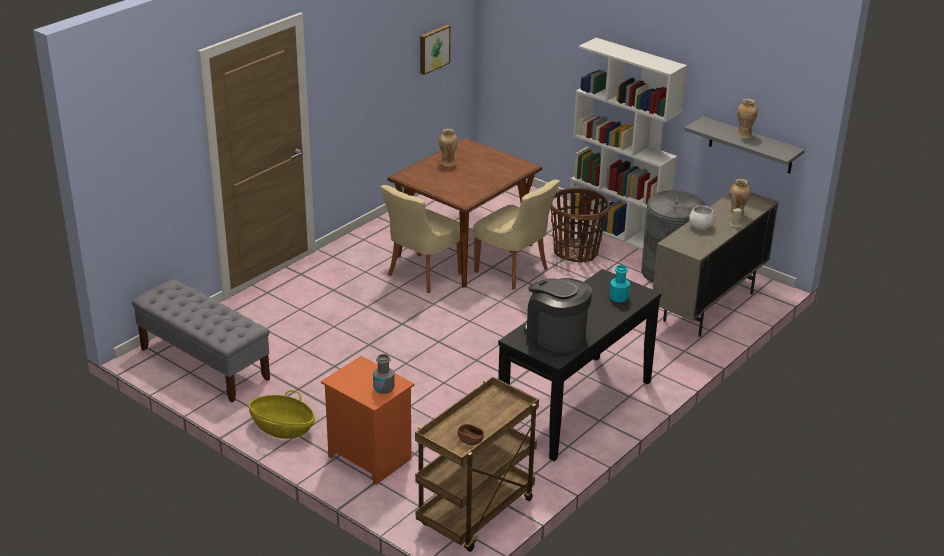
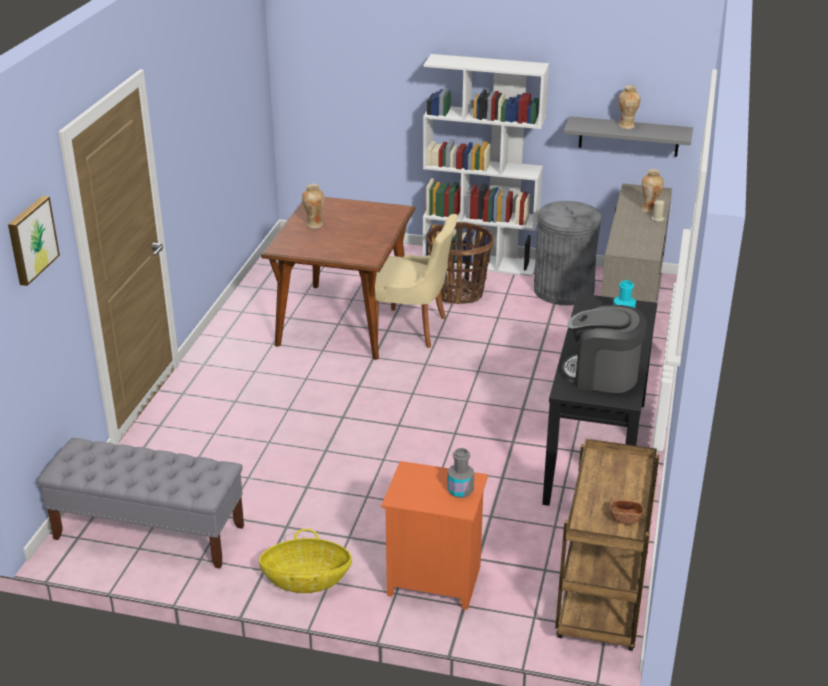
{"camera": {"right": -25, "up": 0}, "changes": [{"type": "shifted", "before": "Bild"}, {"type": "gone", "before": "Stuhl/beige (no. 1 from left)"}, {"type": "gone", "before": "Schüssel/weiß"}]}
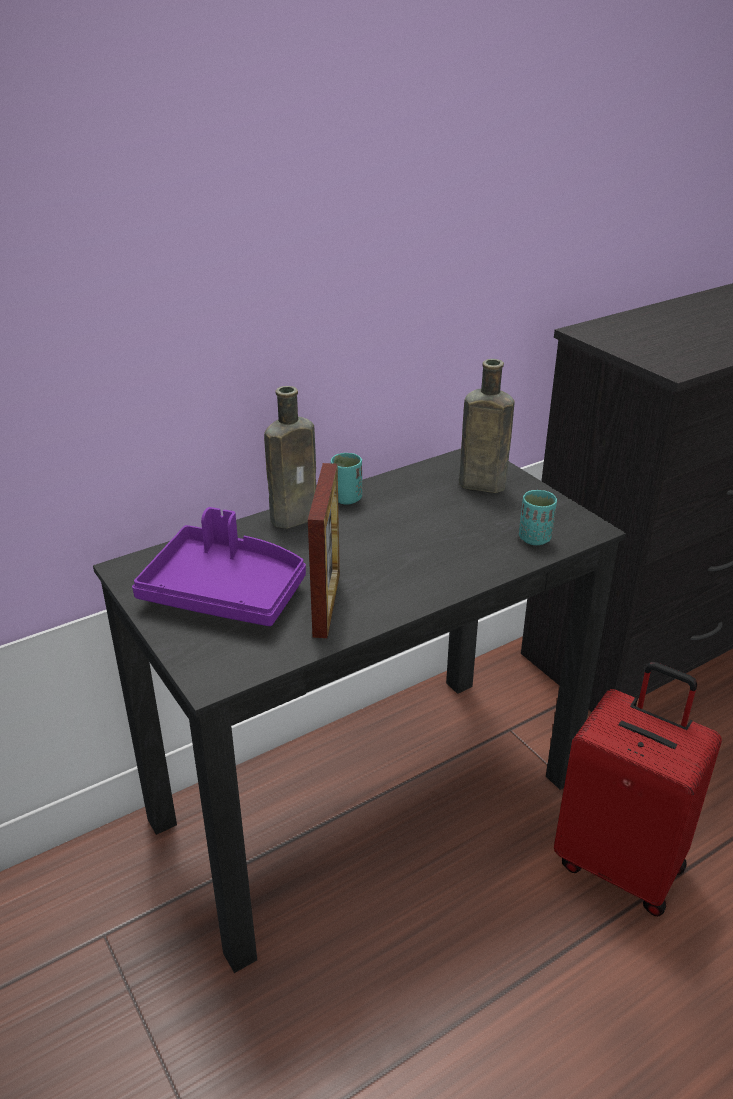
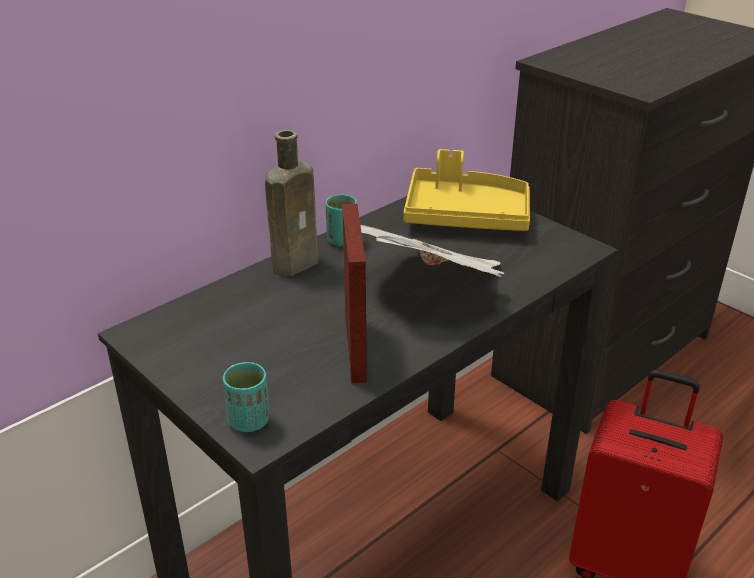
{"camera": {"right": -10, "up": 0}, "changes": [{"type": "shifted", "before": "Tasse/türkis (no. 2 from left in the first image)", "after": "Tasse/türkis (no. 1 from left)"}, {"type": "new", "after": "Zeitung"}, {"type": "swapped", "before": "Flasche/braun (no. 2 from left)", "after": "Tablett/gelb"}, {"type": "gone", "before": "Tablett/lila"}]}
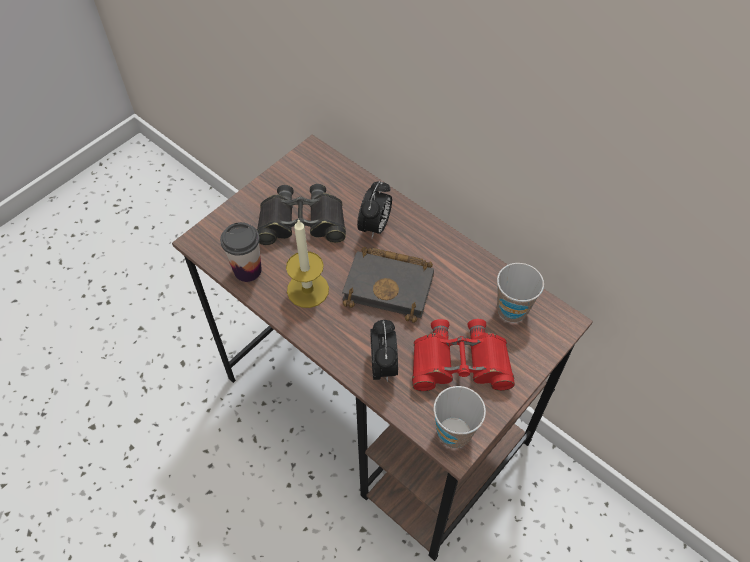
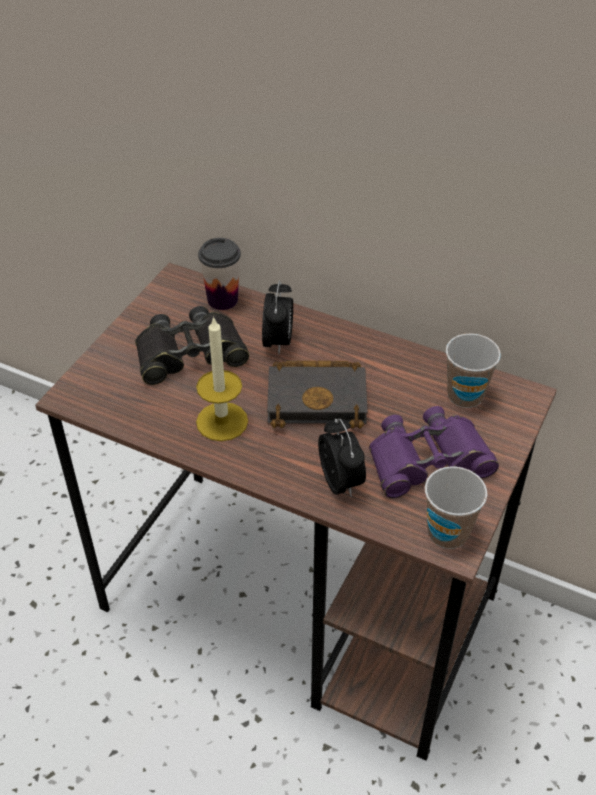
{"camera": {"right": -15, "up": -10}, "changes": [{"type": "shifted", "before": "Tasse (no. 1 from left)"}, {"type": "repainted", "before": "Fernglas/rot", "after": "Fernglas/lila"}]}
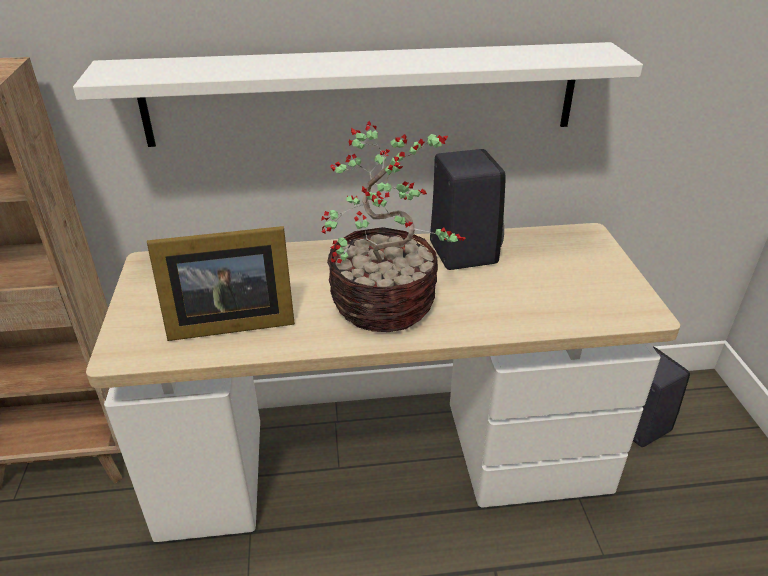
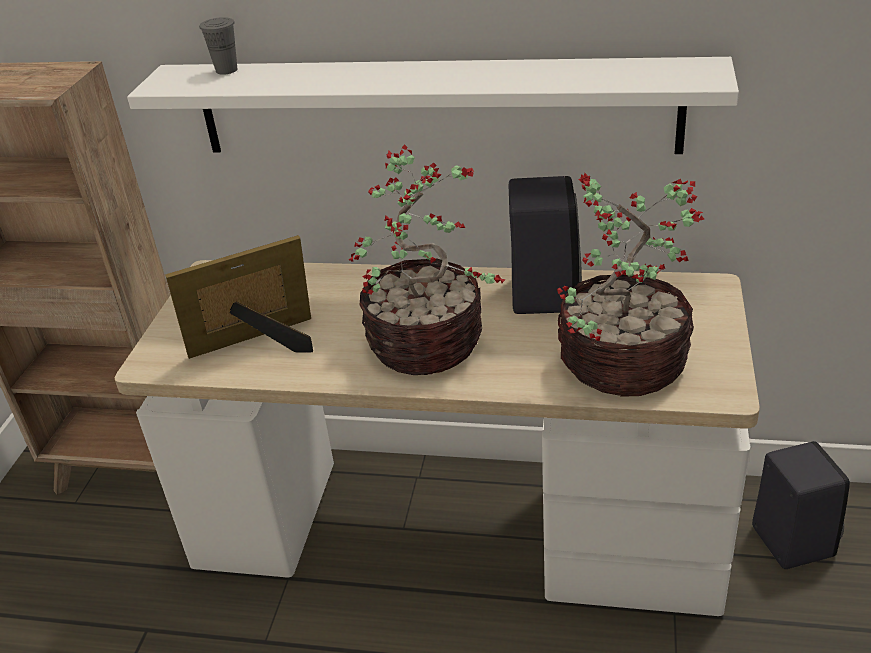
{"camera": {"right": 20, "up": 0}, "changes": [{"type": "rotated", "before": "Bilderrahmen", "turn": 150}, {"type": "new", "after": "Tasse/grau"}, {"type": "new", "after": "Topfpflanze (no. 2 from left)"}]}
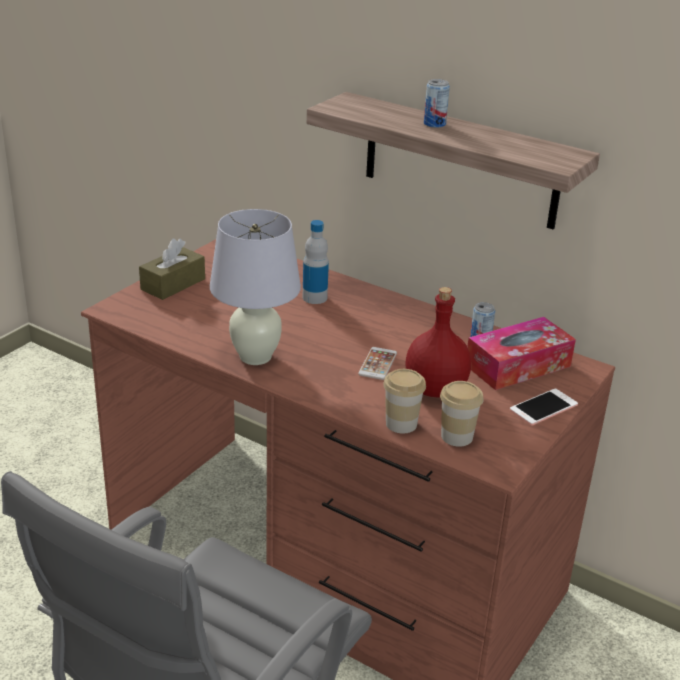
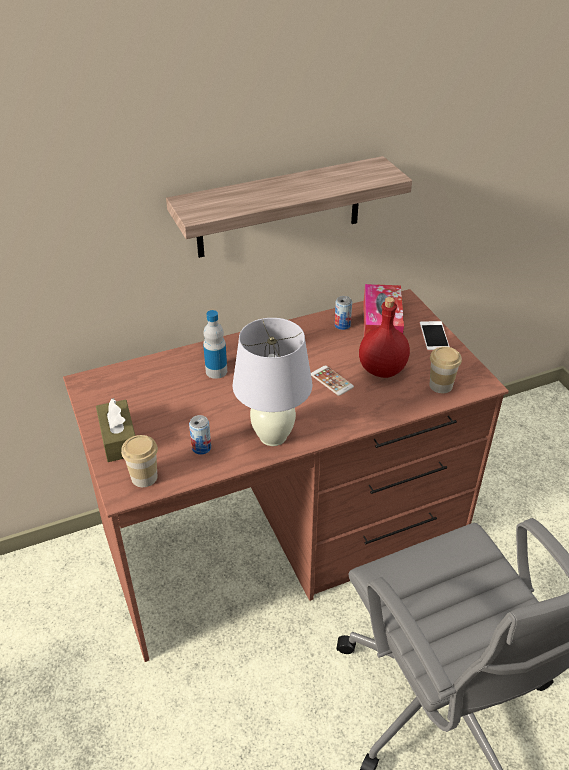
{"camera": {"right": -55, "up": 10}, "changes": [{"type": "shifted", "before": "Tasse (no. 1 from left)"}, {"type": "shifted", "before": "Dose (no. 1 from left)"}]}
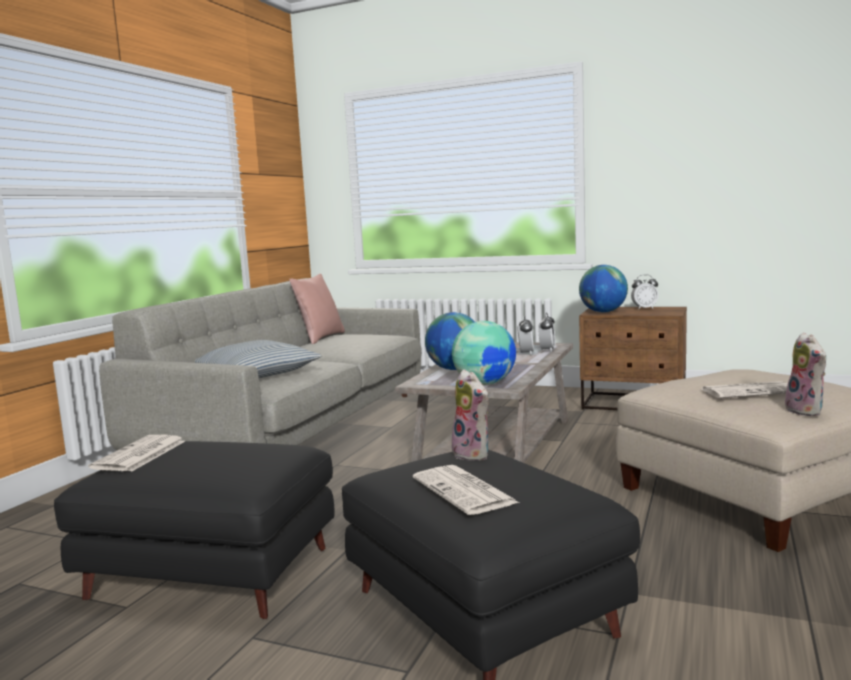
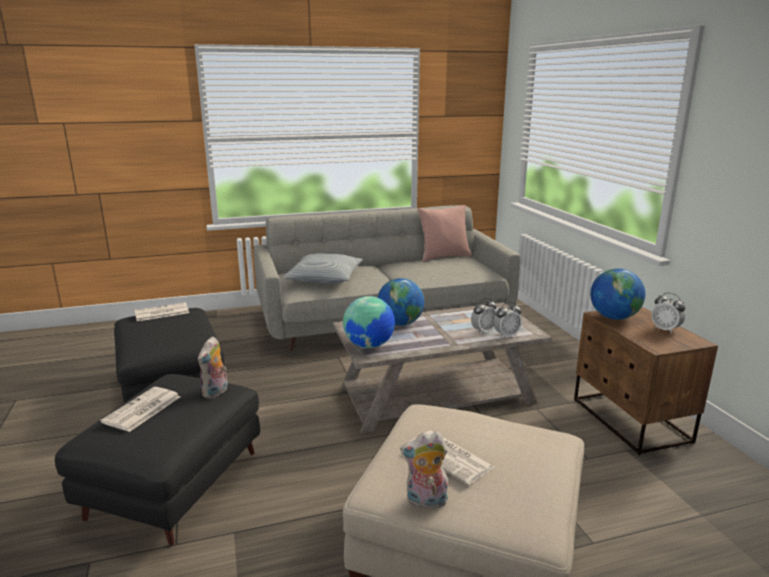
{"camera": {"right": 50, "up": 10}, "changes": [{"type": "rotated", "before": "Plüschtier (no. 2 from left)", "turn": 45}]}
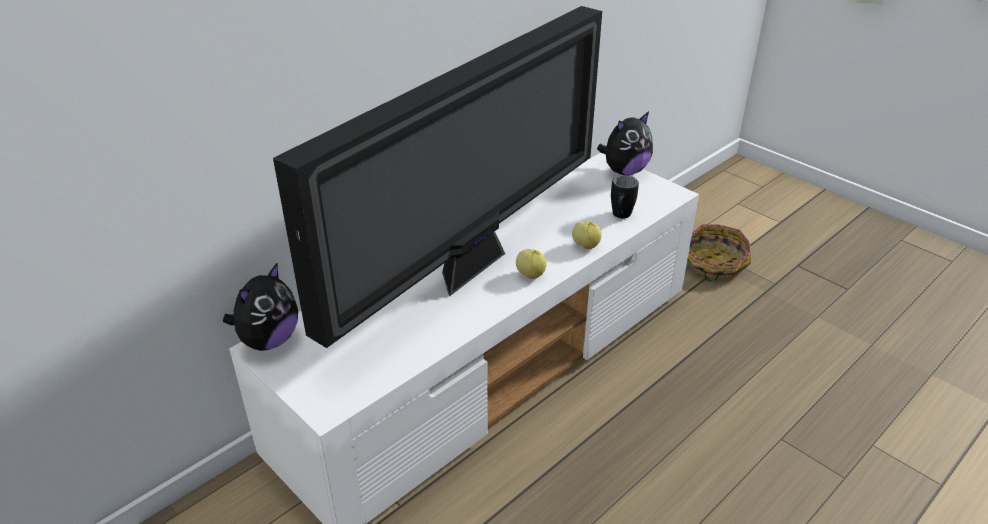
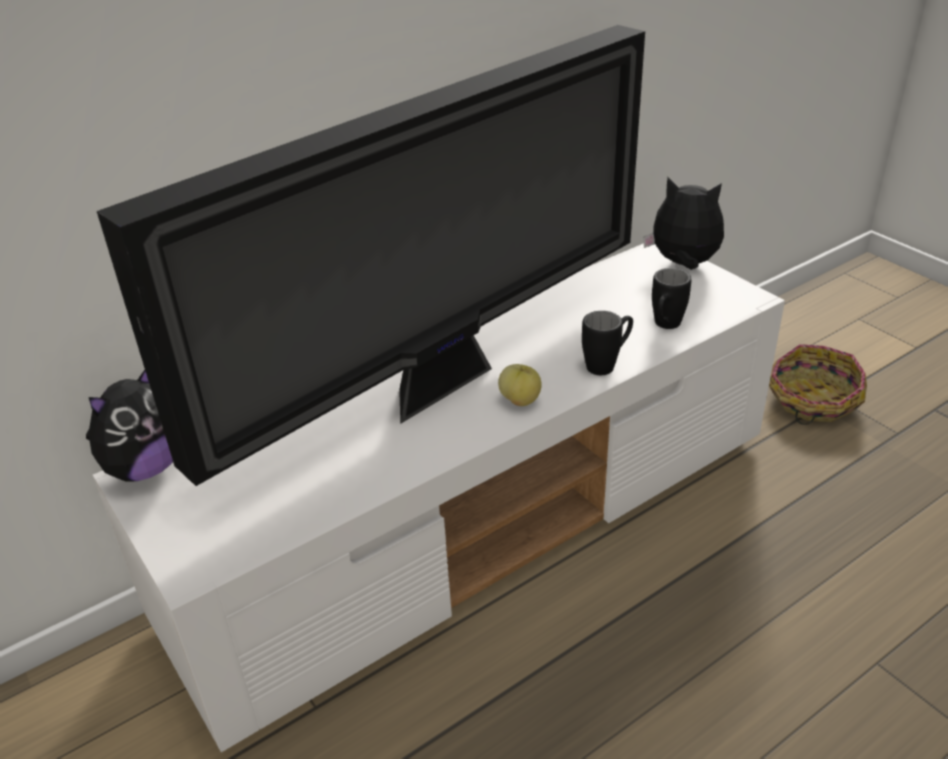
{"camera": {"right": 10, "up": 0}, "changes": [{"type": "swapped", "before": "Apfel (no. 2 from left)", "after": "Henkelbecher/schwarz (no. 1 from left)"}, {"type": "rotated", "before": "Plüschtier (no. 2 from left)", "turn": -135}]}
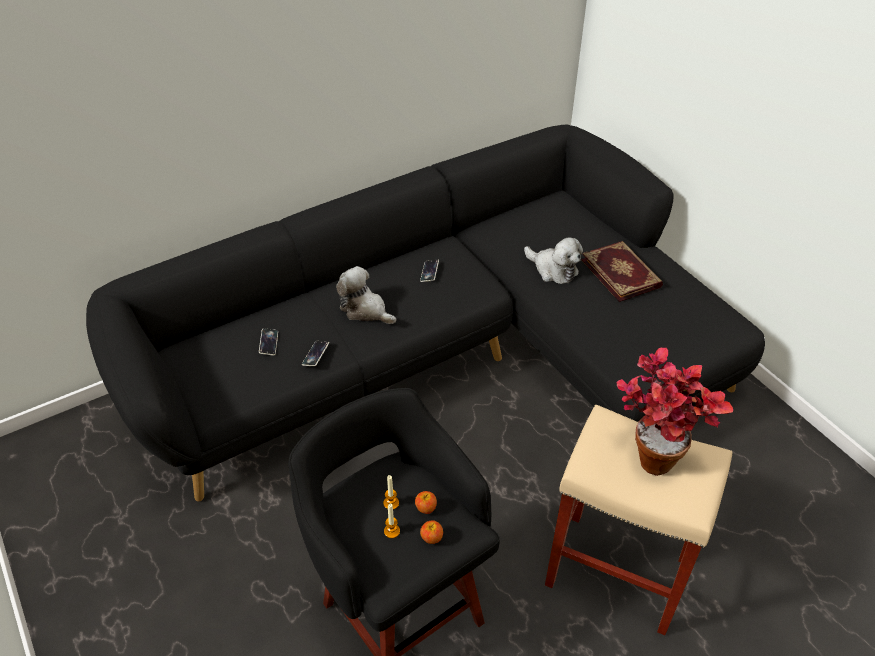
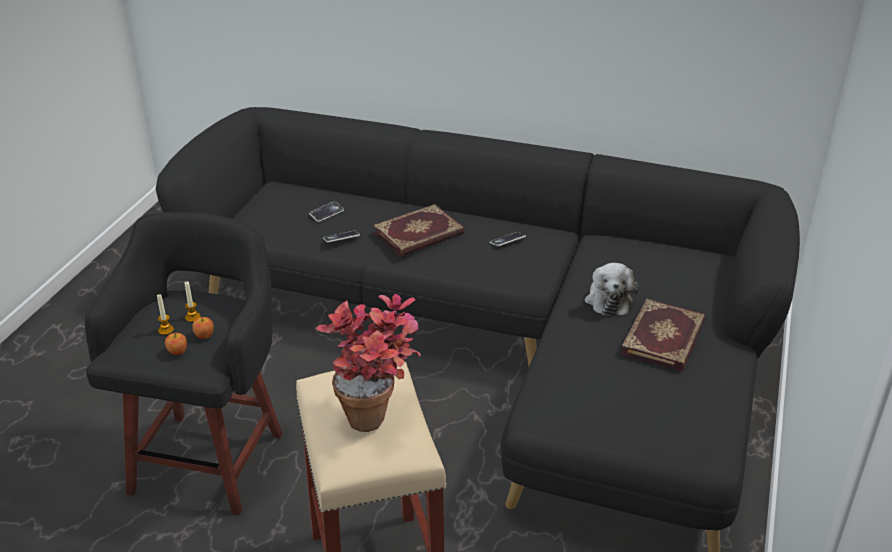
{"camera": {"right": 50, "up": -10}, "changes": [{"type": "swapped", "before": "Plüschtier (no. 1 from left)", "after": "Buch (no. 1 from left)"}]}
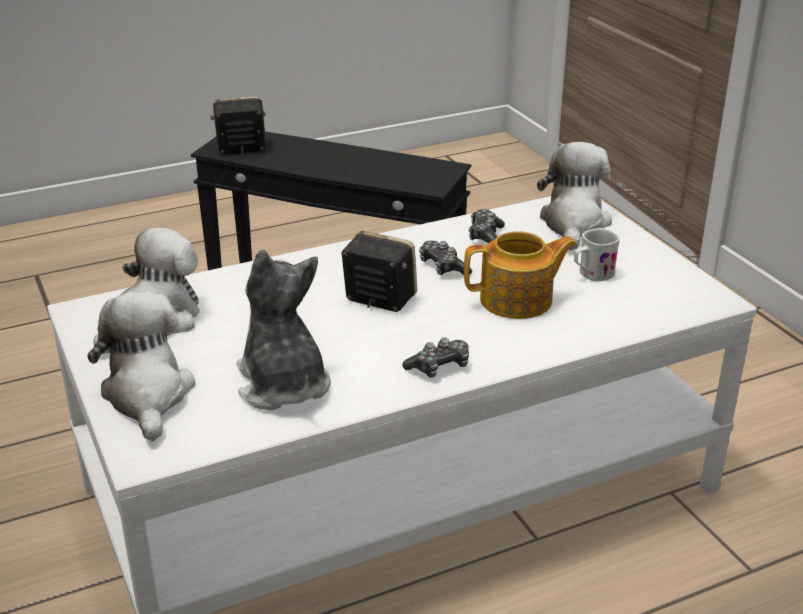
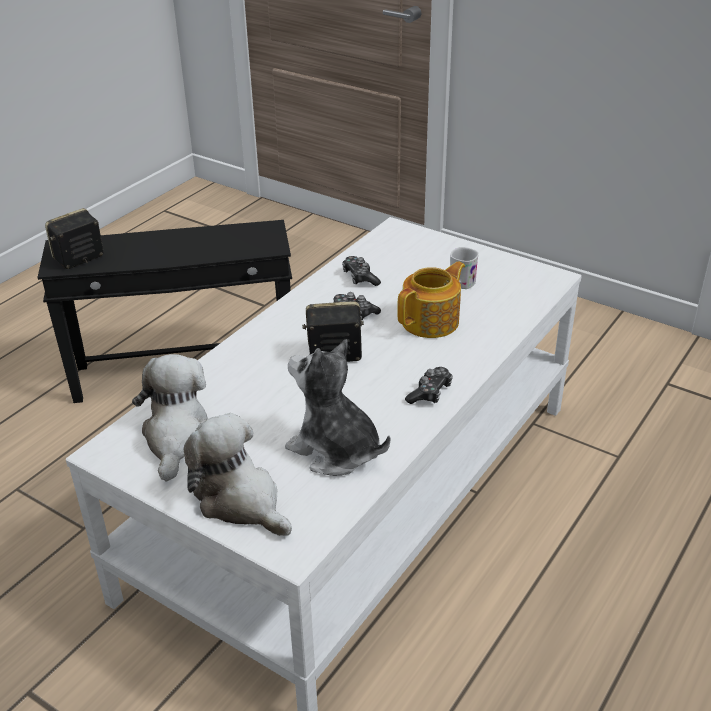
{"camera": {"right": -30, "up": 5}, "changes": [{"type": "gone", "before": "Plüschtier (no. 4 from left)"}]}
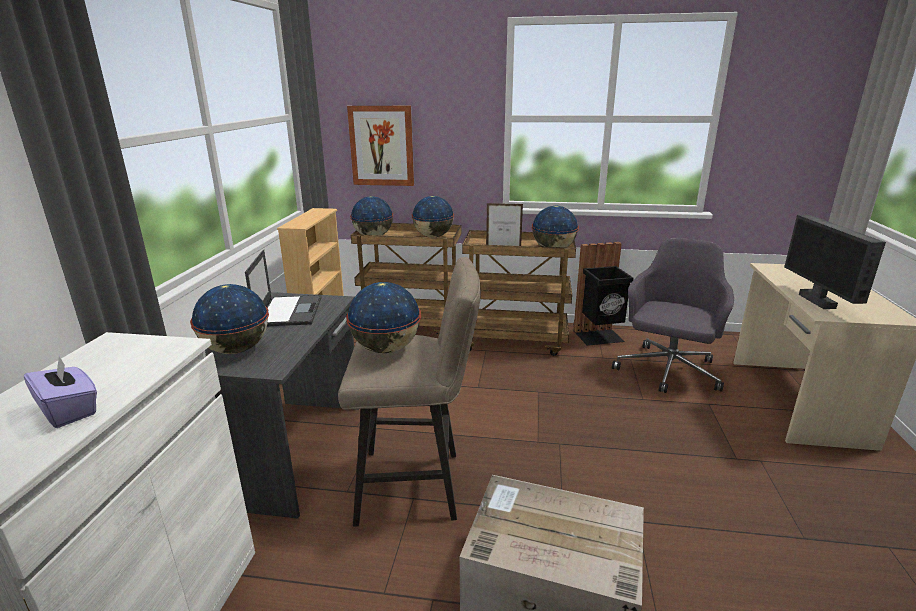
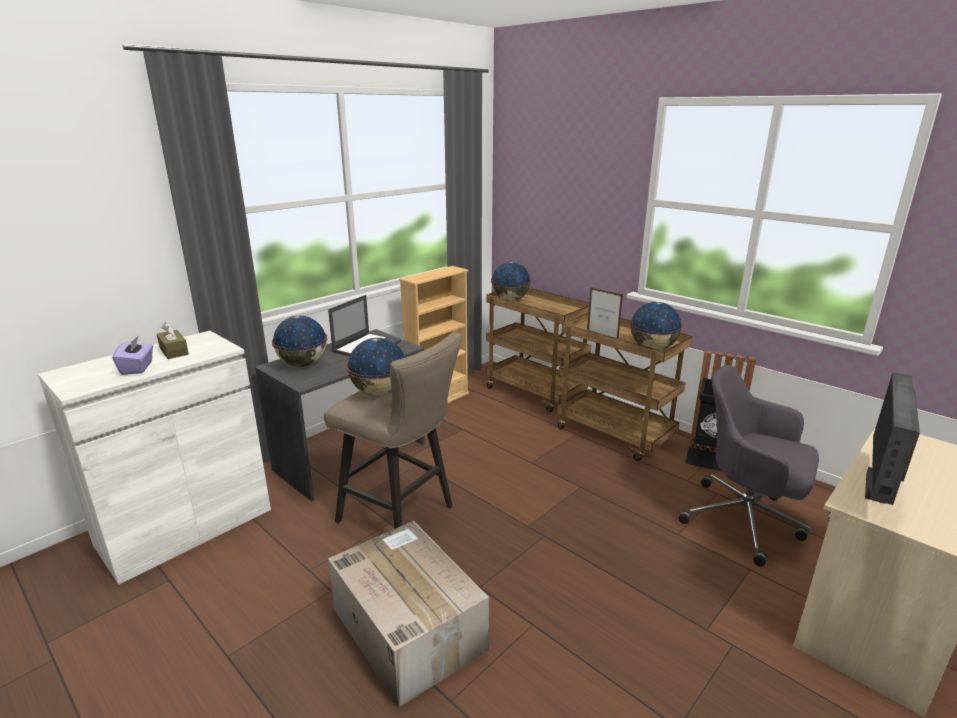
{"camera": {"right": 35, "up": 0}, "changes": [{"type": "new", "after": "Taschentuchbox/braun"}, {"type": "rotated", "before": "Bürostuhl/grau", "turn": -120}, {"type": "gone", "before": "Bild"}, {"type": "gone", "before": "Globus (no. 4 from left)"}]}
